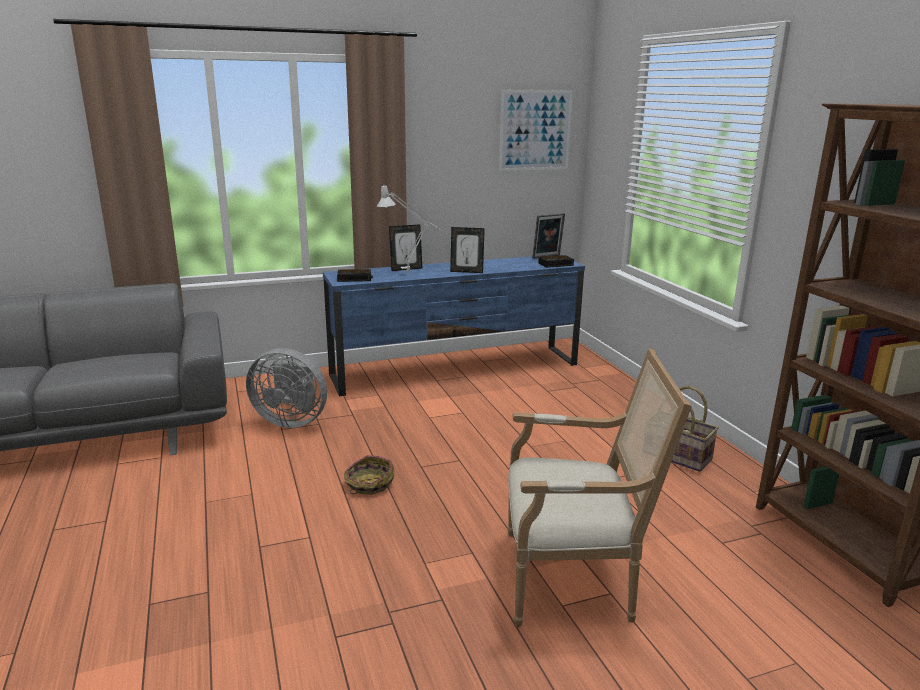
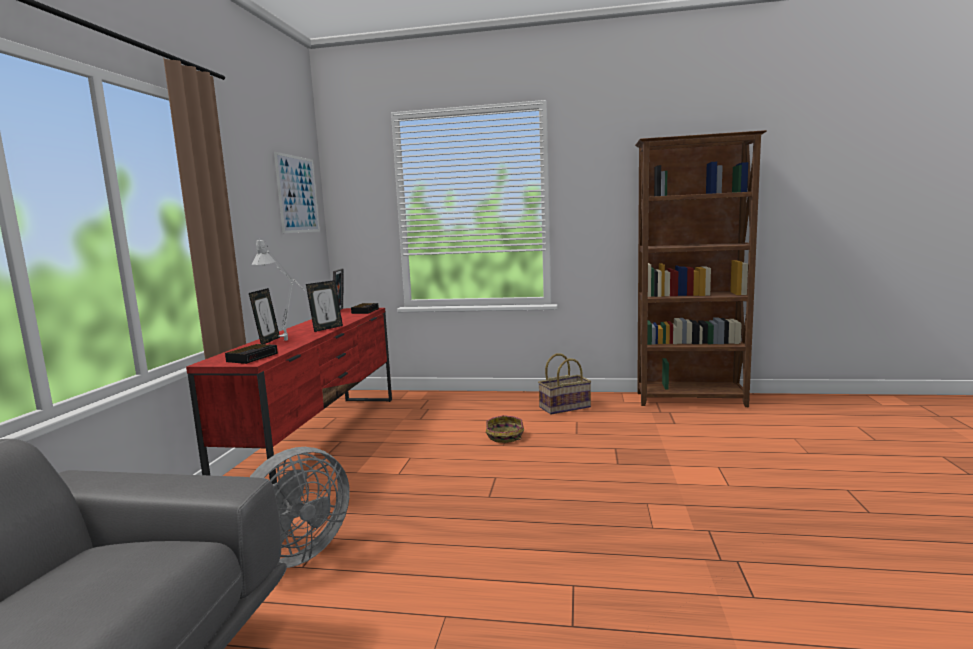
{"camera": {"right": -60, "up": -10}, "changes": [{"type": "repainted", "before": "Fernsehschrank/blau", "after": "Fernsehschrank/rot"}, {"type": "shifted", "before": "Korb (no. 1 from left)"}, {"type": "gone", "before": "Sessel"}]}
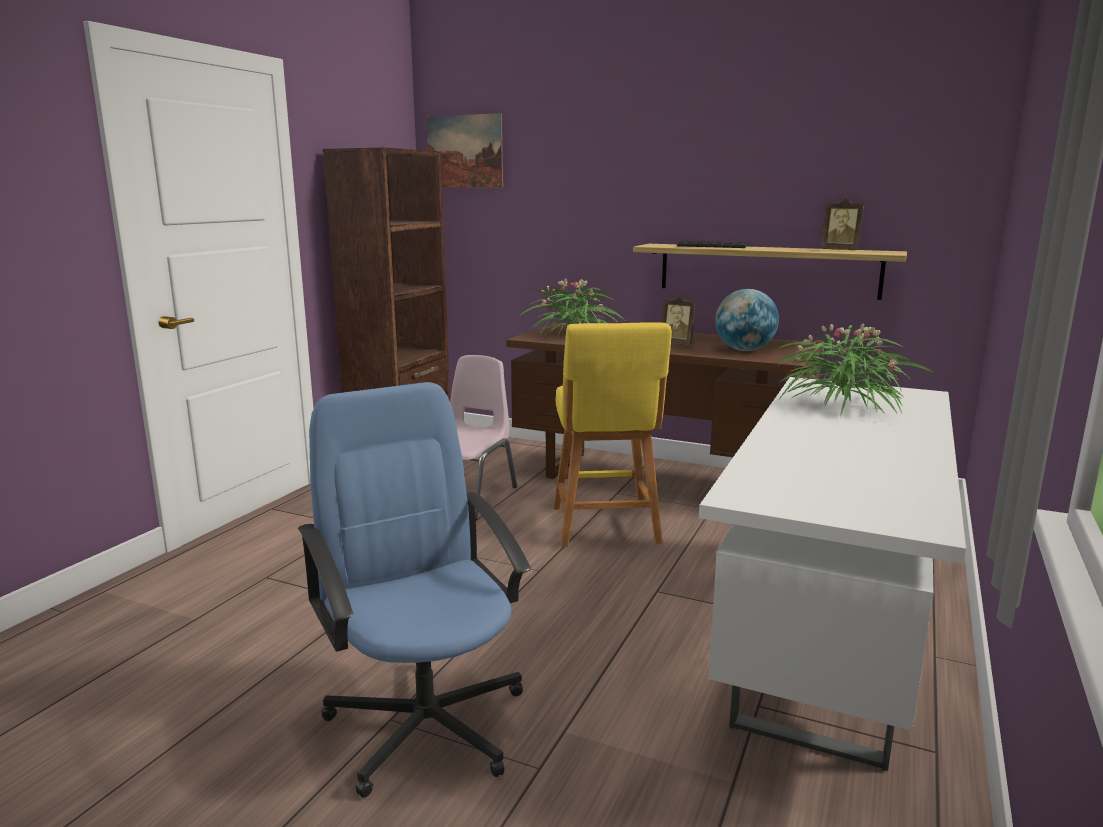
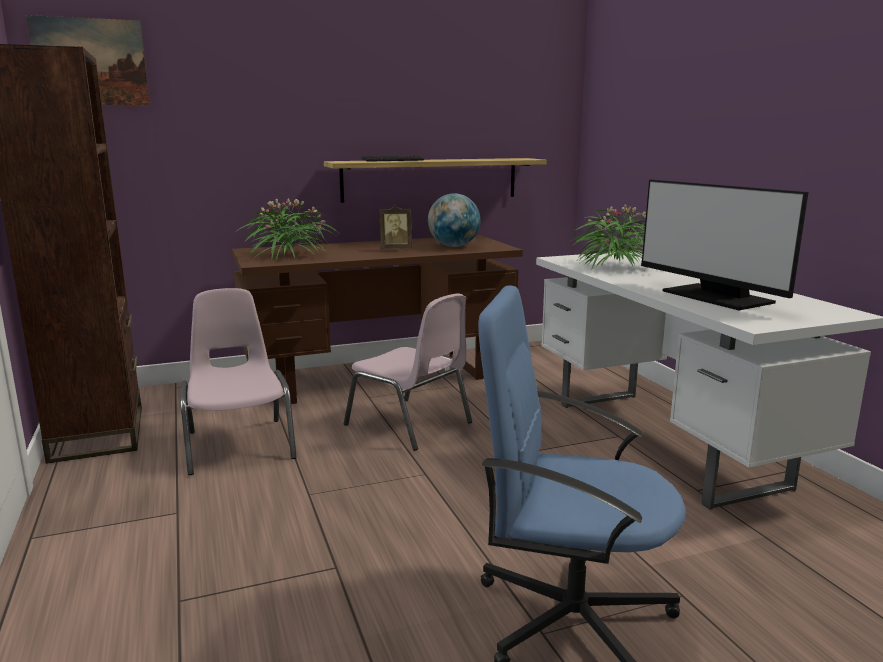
{"camera": {"right": -45, "up": 0}, "changes": [{"type": "swapped", "before": "Hocker/gelb", "after": "Stuhl/rosa (no. 2 from left)"}, {"type": "new", "after": "Monitor"}, {"type": "gone", "before": "Bilderrahmen (no. 2 from left)"}]}
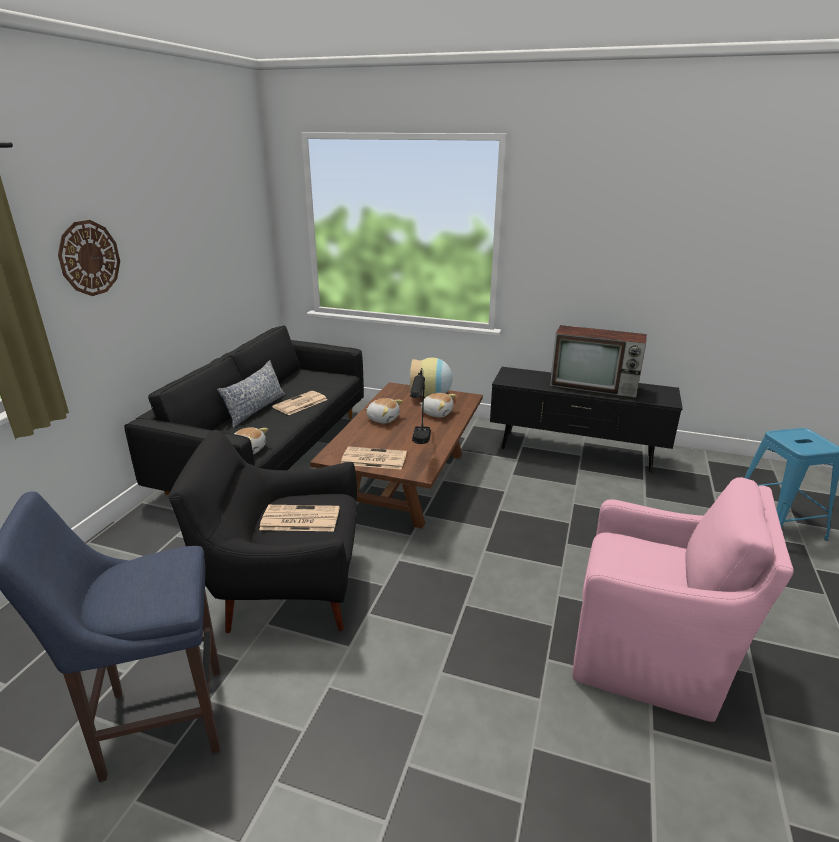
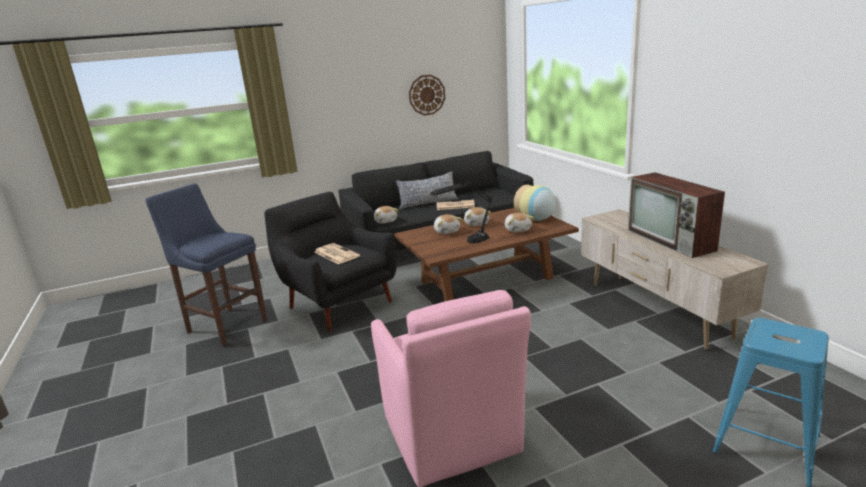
{"camera": {"right": 50, "up": -5}, "changes": [{"type": "shifted", "before": "Wanduhr"}, {"type": "new", "after": "Plüschtier (no. 2 from left)"}, {"type": "repainted", "before": "Fernsehschrank/schwarz", "after": "Fernsehschrank/beige"}, {"type": "gone", "before": "Zeitung (no. 3 from left)"}]}
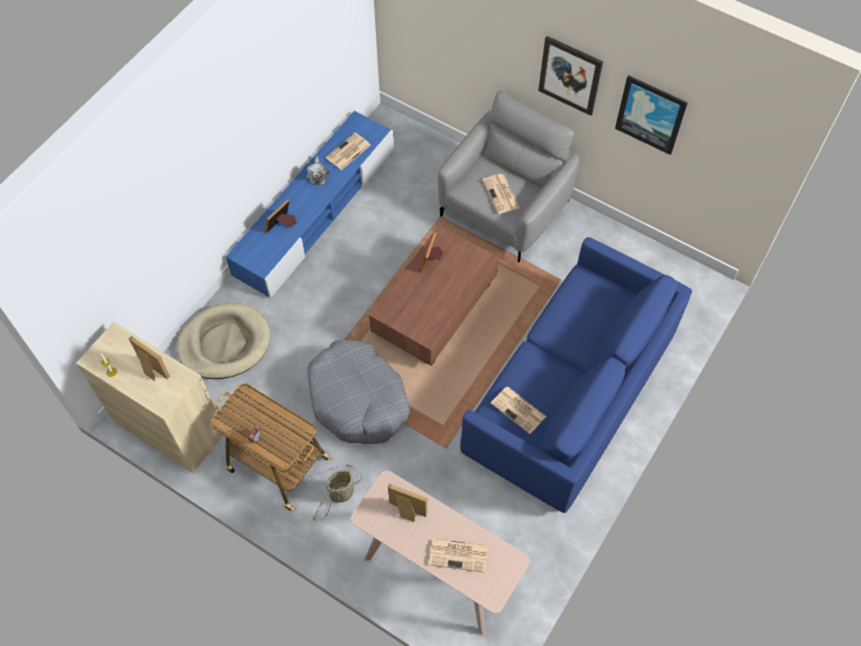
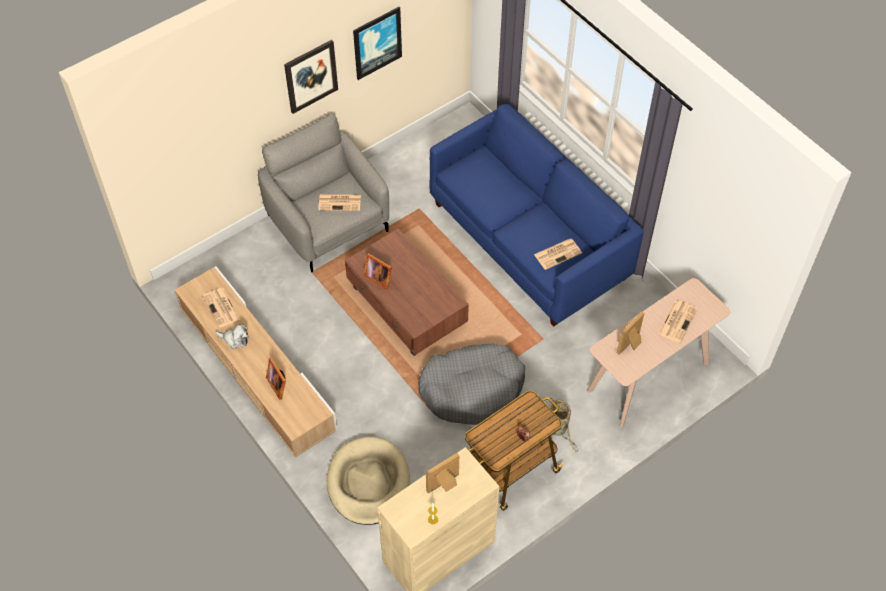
{"camera": {"right": -70, "up": -5}, "changes": [{"type": "repainted", "before": "Fernsehschrank/blau", "after": "Fernsehschrank/beige"}]}
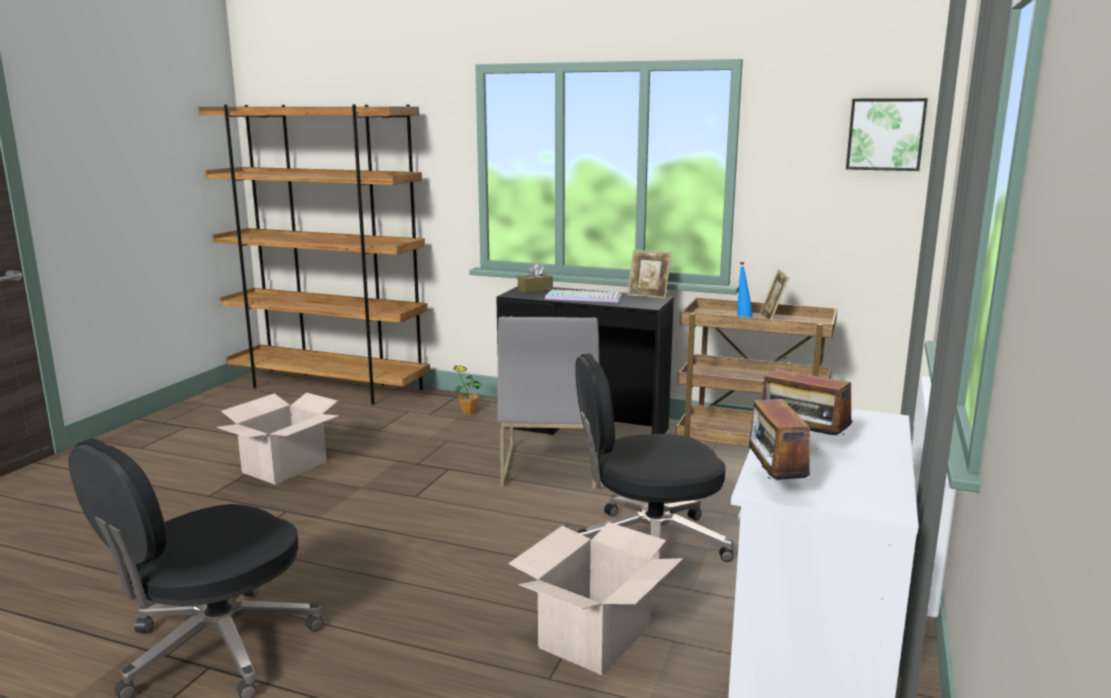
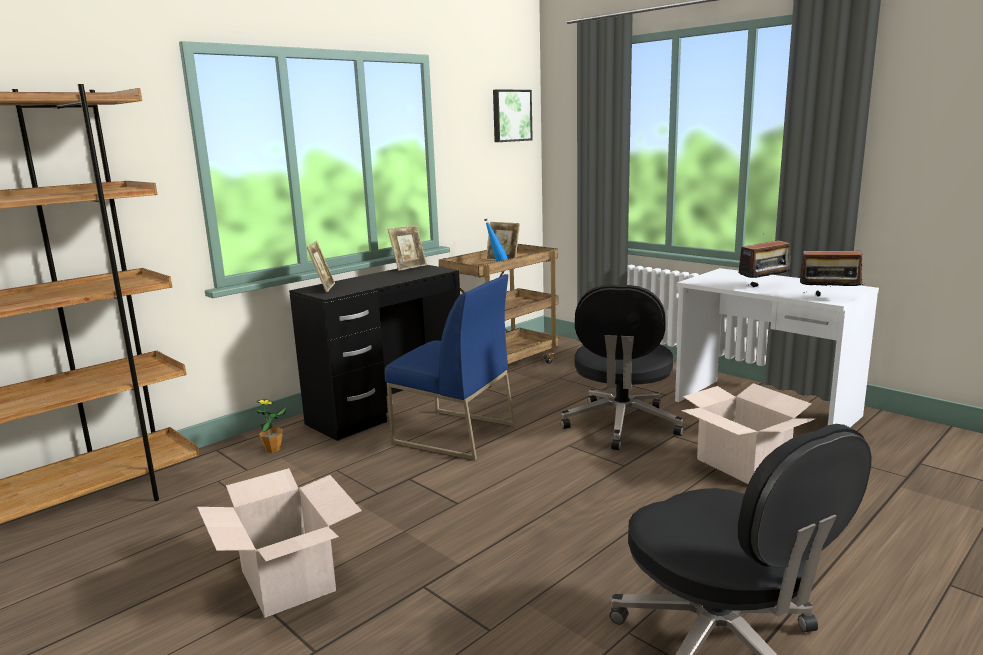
{"camera": {"right": -65, "up": 0}, "changes": [{"type": "swapped", "before": "Taschentuchbox/braun", "after": "Bilderrahmen (no. 1 from left)"}, {"type": "repainted", "before": "Stuhl/grau", "after": "Stuhl/blau"}, {"type": "gone", "before": "Tastatur"}]}
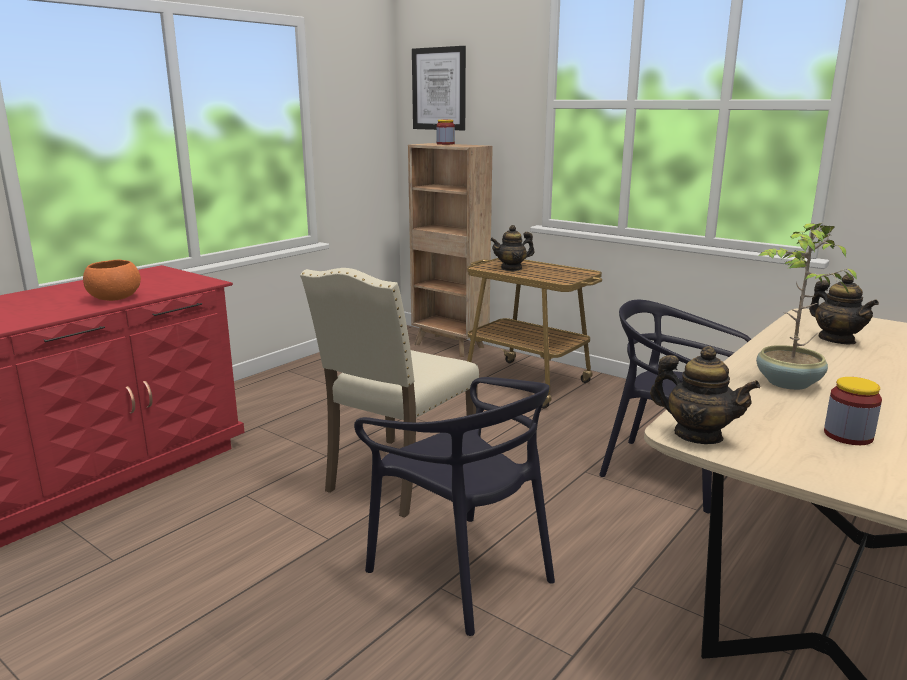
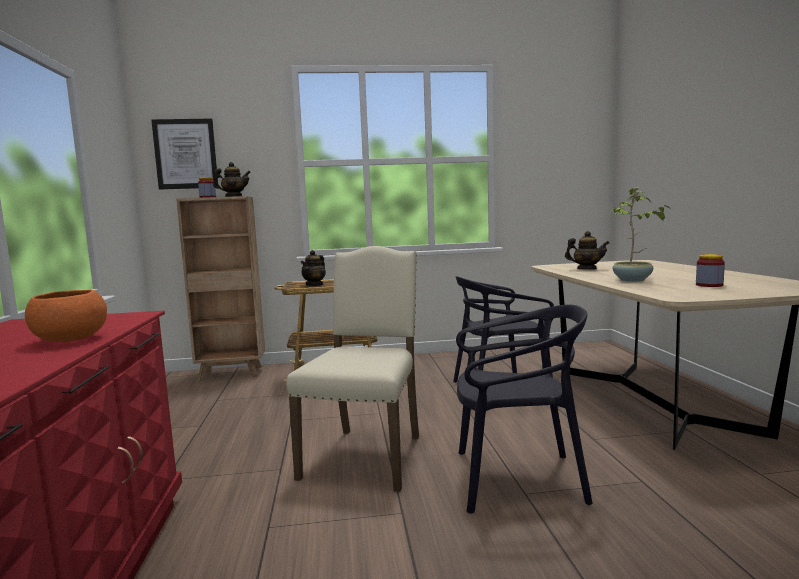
{"camera": {"right": -45, "up": -10}, "changes": [{"type": "shifted", "before": "Teekanne (no. 2 from left in the first image)", "after": "Teekanne (no. 1 from left)"}, {"type": "rotated", "before": "Stuhl/beige", "turn": -150}]}
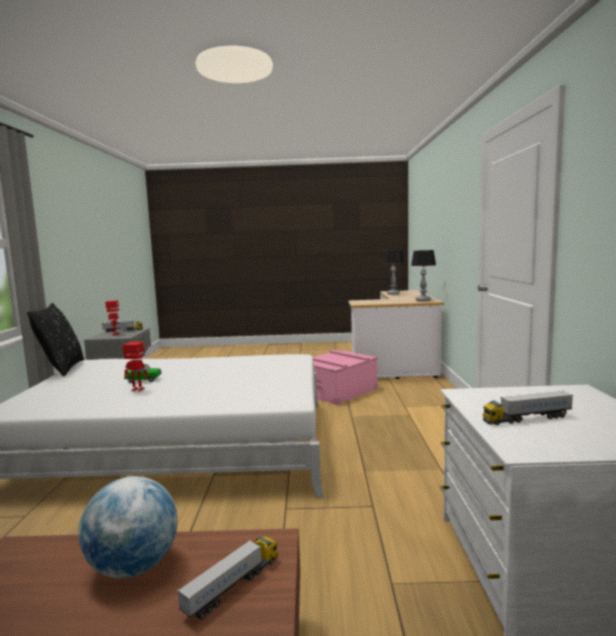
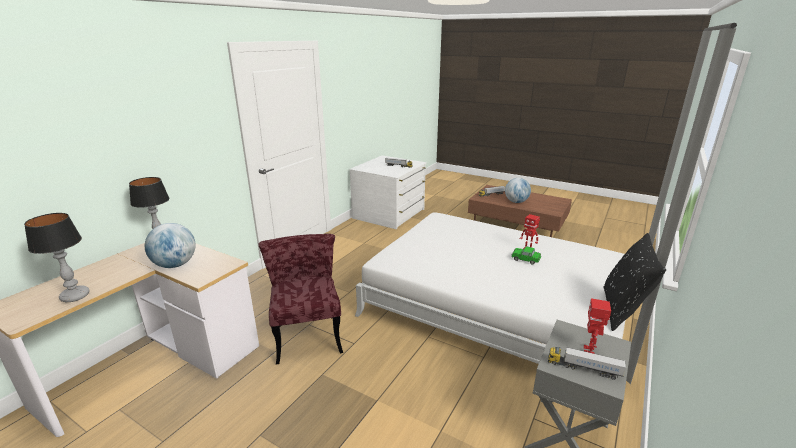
{"camera": {"right": -150, "up": 15}, "changes": [{"type": "new", "after": "Globus (no. 1 from left)"}, {"type": "swapped", "before": "Aufbewahrungsbox/rosa", "after": "Stuhl/rot"}]}
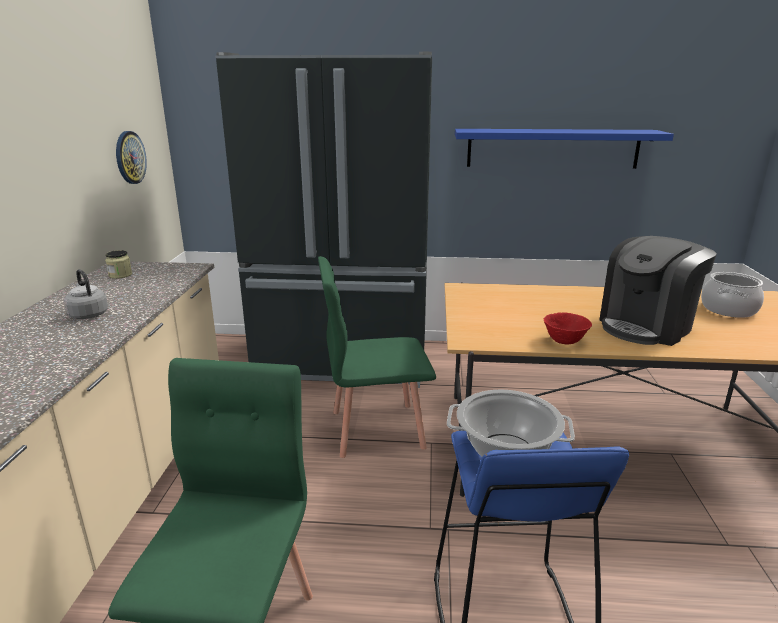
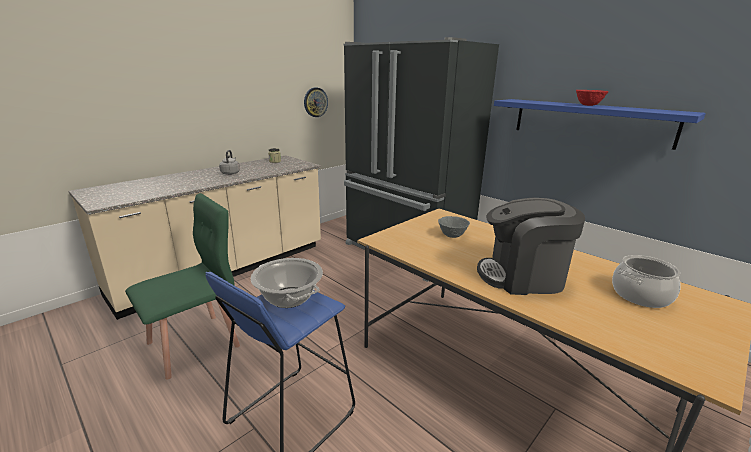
{"camera": {"right": 40, "up": 0}, "changes": [{"type": "new", "after": "Schüssel/grau"}, {"type": "shifted", "before": "Schüssel/rot"}, {"type": "gone", "before": "Stuhl/grün (no. 2 from left)"}]}
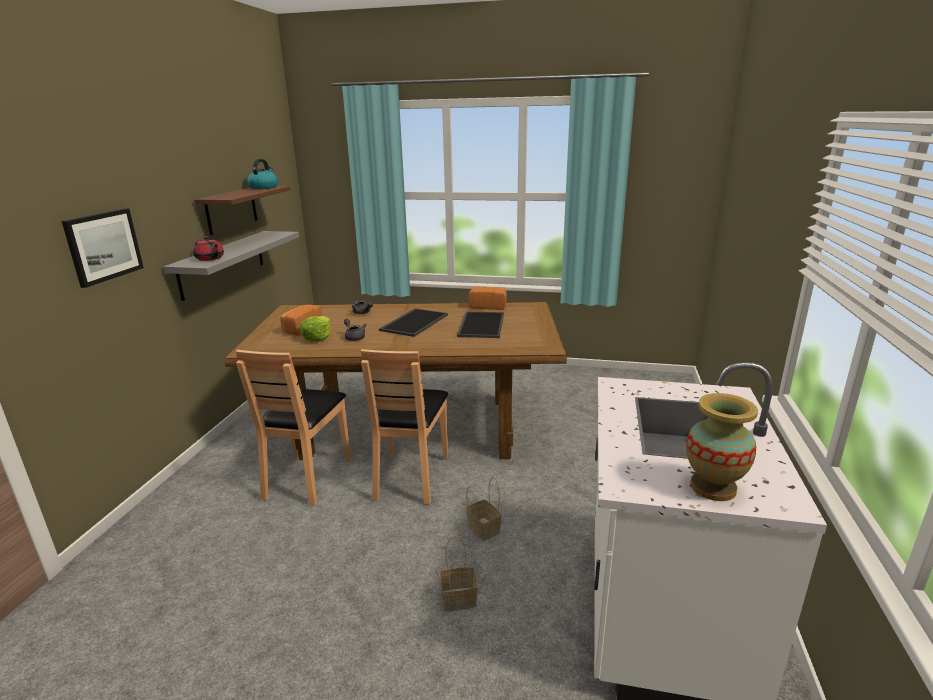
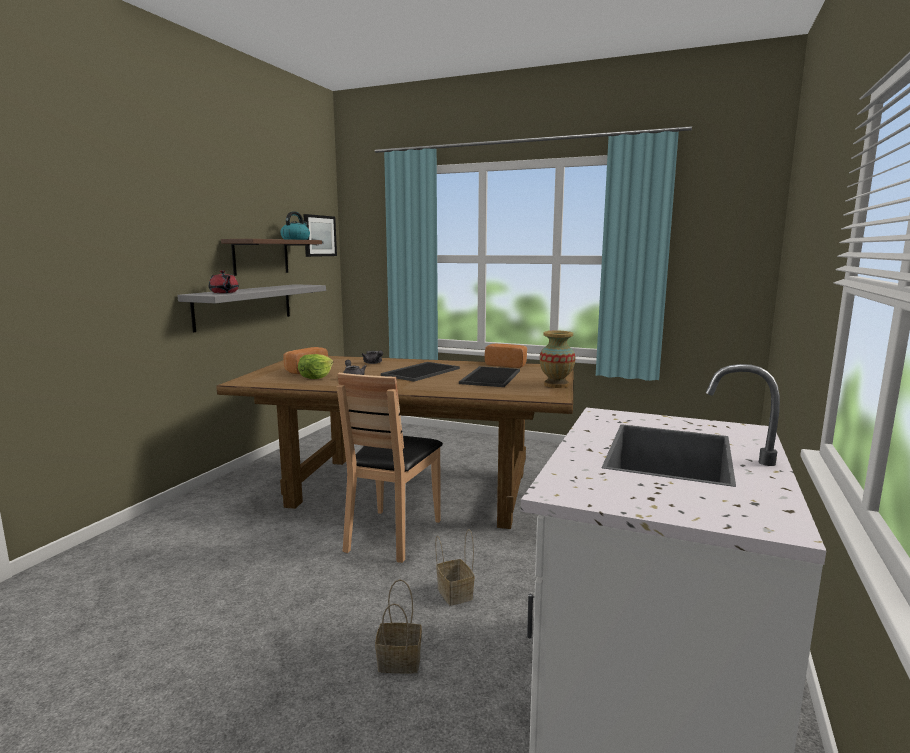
{"camera": {"right": 10, "up": -10}, "changes": [{"type": "shifted", "before": "Bild"}, {"type": "shifted", "before": "Vase"}, {"type": "gone", "before": "Stuhl/braun (no. 1 from left)"}]}
